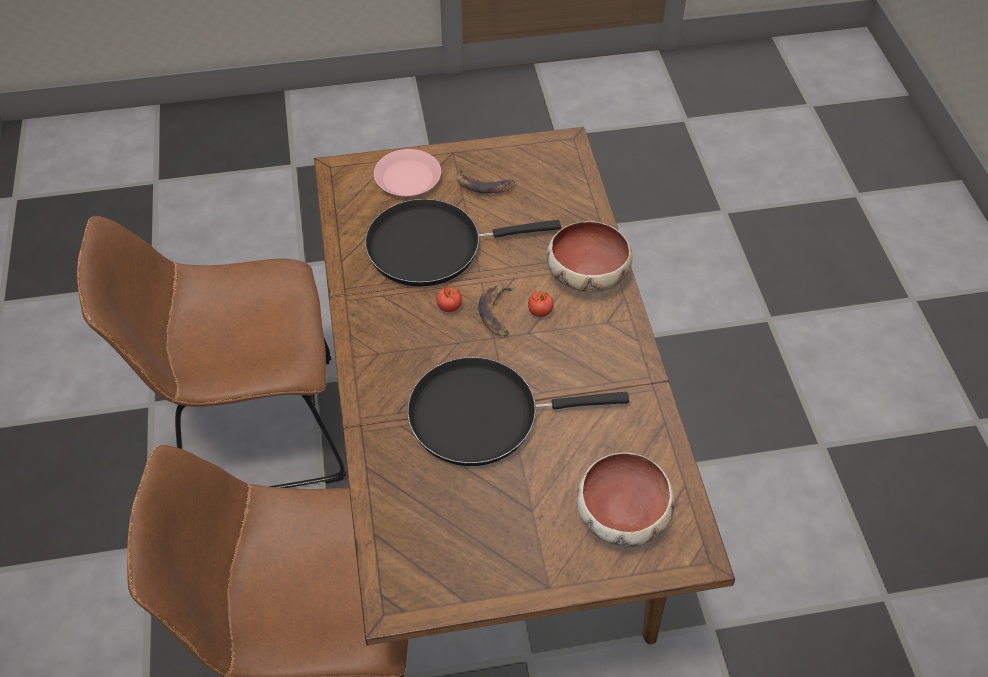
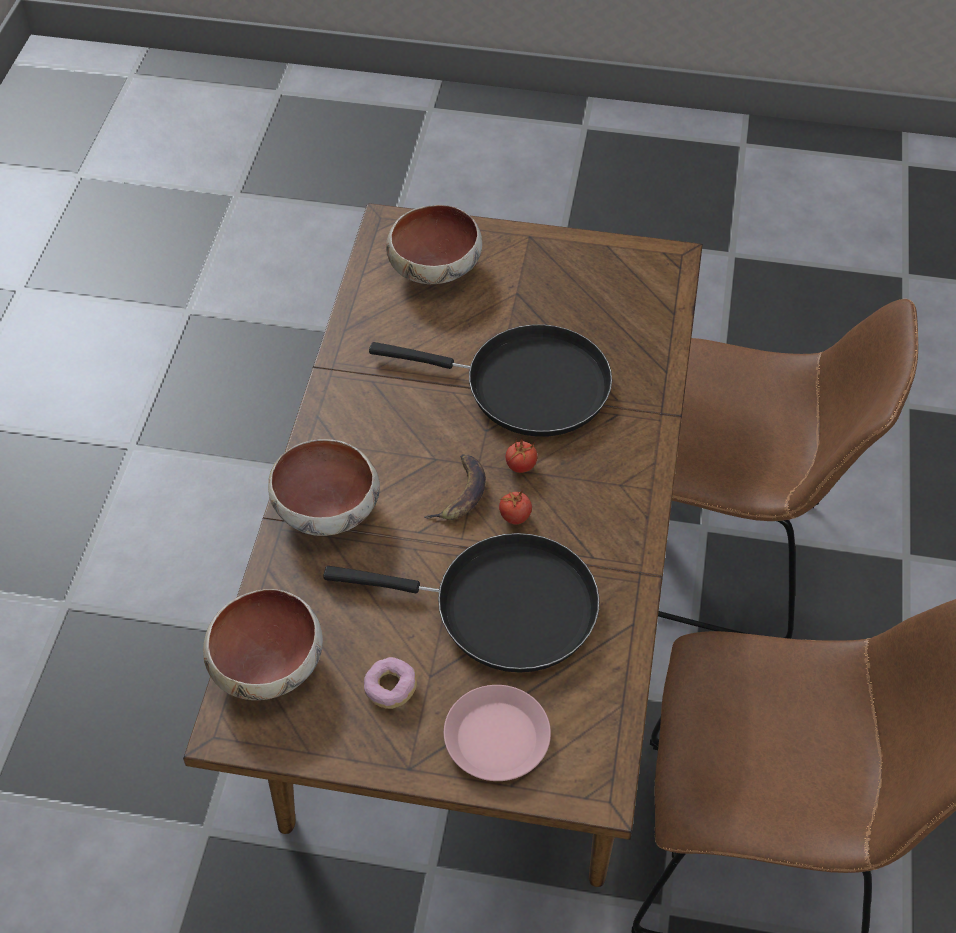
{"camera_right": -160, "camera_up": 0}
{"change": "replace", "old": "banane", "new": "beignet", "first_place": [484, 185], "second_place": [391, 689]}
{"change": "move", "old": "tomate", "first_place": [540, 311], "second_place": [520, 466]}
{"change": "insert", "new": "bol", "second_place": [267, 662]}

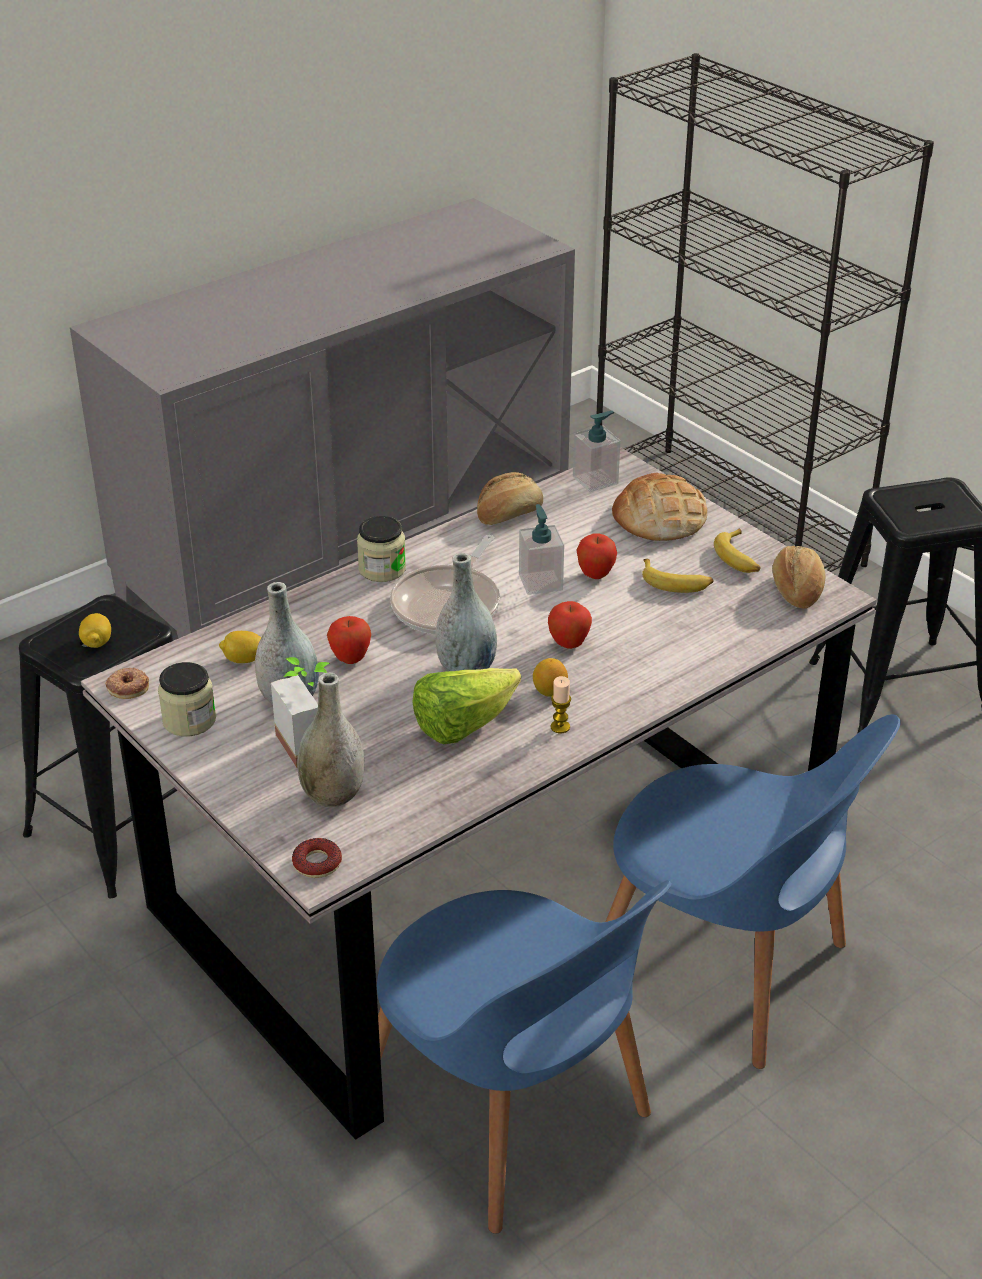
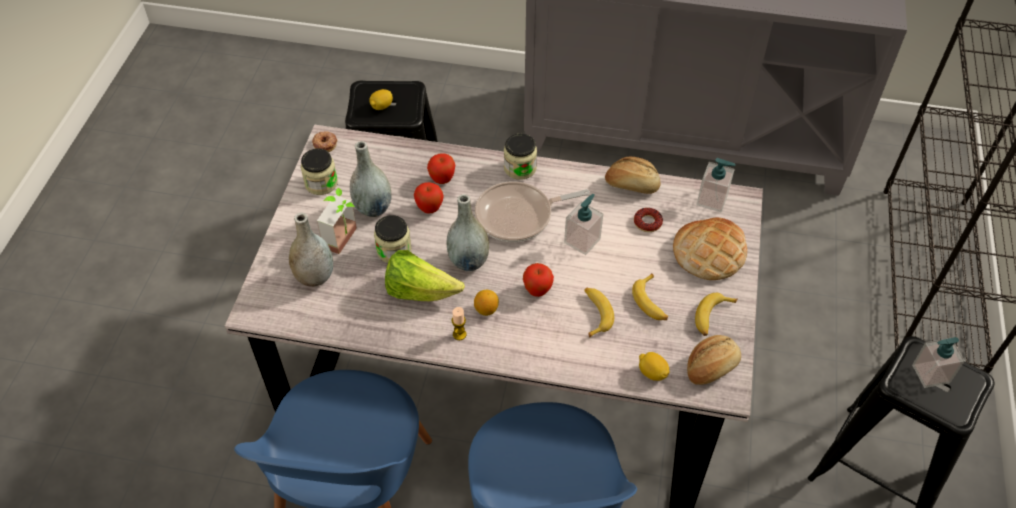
{"camera_right": 50, "camera_up": 15}
{"change": "move", "old": "pomme", "first_place": [595, 575], "second_place": [442, 180]}
{"change": "move", "old": "citron", "first_place": [243, 660], "second_place": [652, 373]}
{"change": "move", "old": "beignet", "first_place": [317, 863], "second_place": [647, 222]}
{"change": "insert", "new": "bocal", "second_place": [394, 250]}
{"change": "insert", "new": "banane", "second_place": [595, 313]}
{"change": "insert", "new": "distributeur de savon", "second_place": [930, 374]}

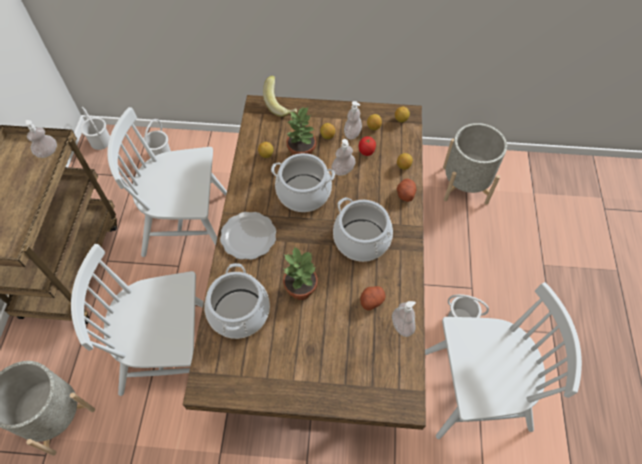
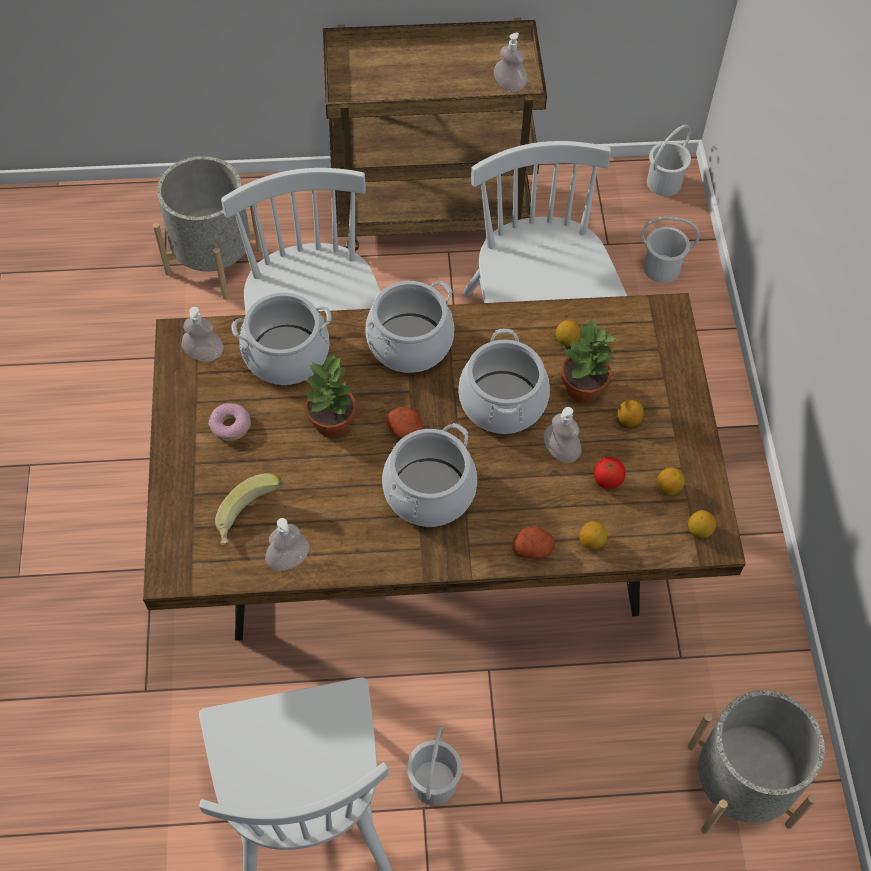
{"camera_right": 80, "camera_up": 0}
{"change": "move", "old": "banane", "first_place": [281, 105], "second_place": [249, 519]}
{"change": "move", "old": "distributeur de savon", "first_place": [352, 133], "second_place": [204, 354]}
{"change": "replace", "old": "assiette", "new": "marmite", "first_place": [247, 236], "second_place": [409, 343]}
{"change": "move", "old": "pomme de terre", "first_place": [371, 300], "second_place": [406, 430]}
{"change": "insert", "new": "beignet", "second_place": [230, 425]}

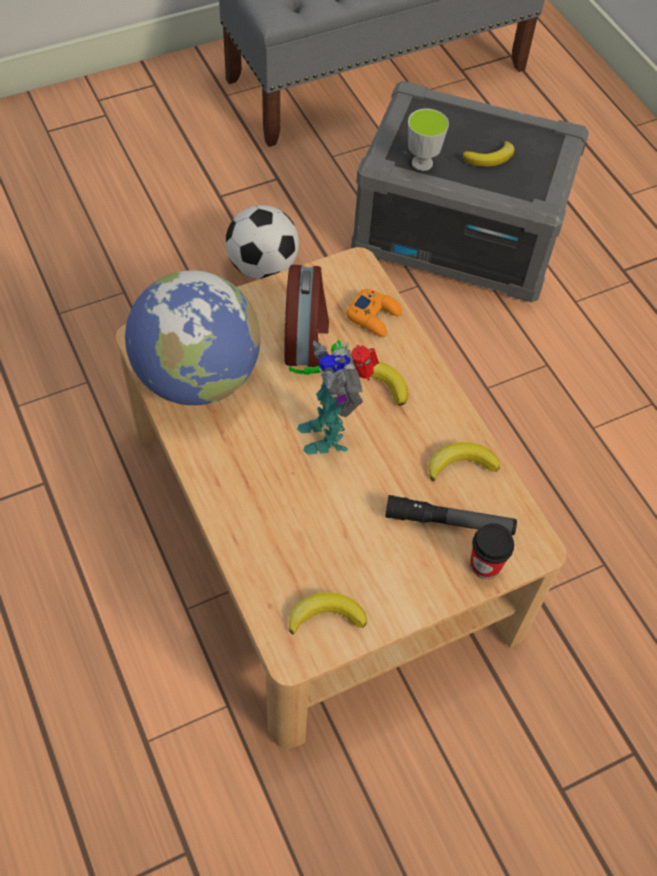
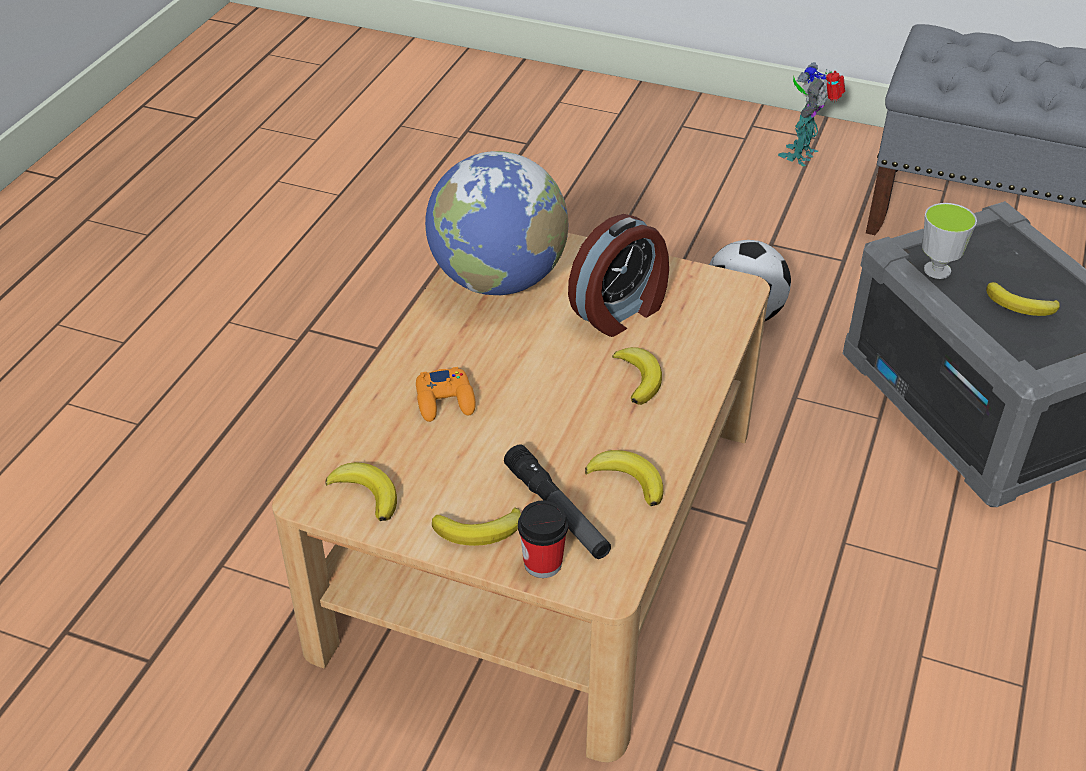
{"camera_right": 50, "camera_up": -15}
{"change": "move", "old": "manette/orange", "first_place": [374, 316], "second_place": [445, 400]}
{"change": "move", "old": "robot jouet", "first_place": [328, 432], "second_place": [803, 154]}
{"change": "insert", "new": "banane", "second_place": [479, 531]}

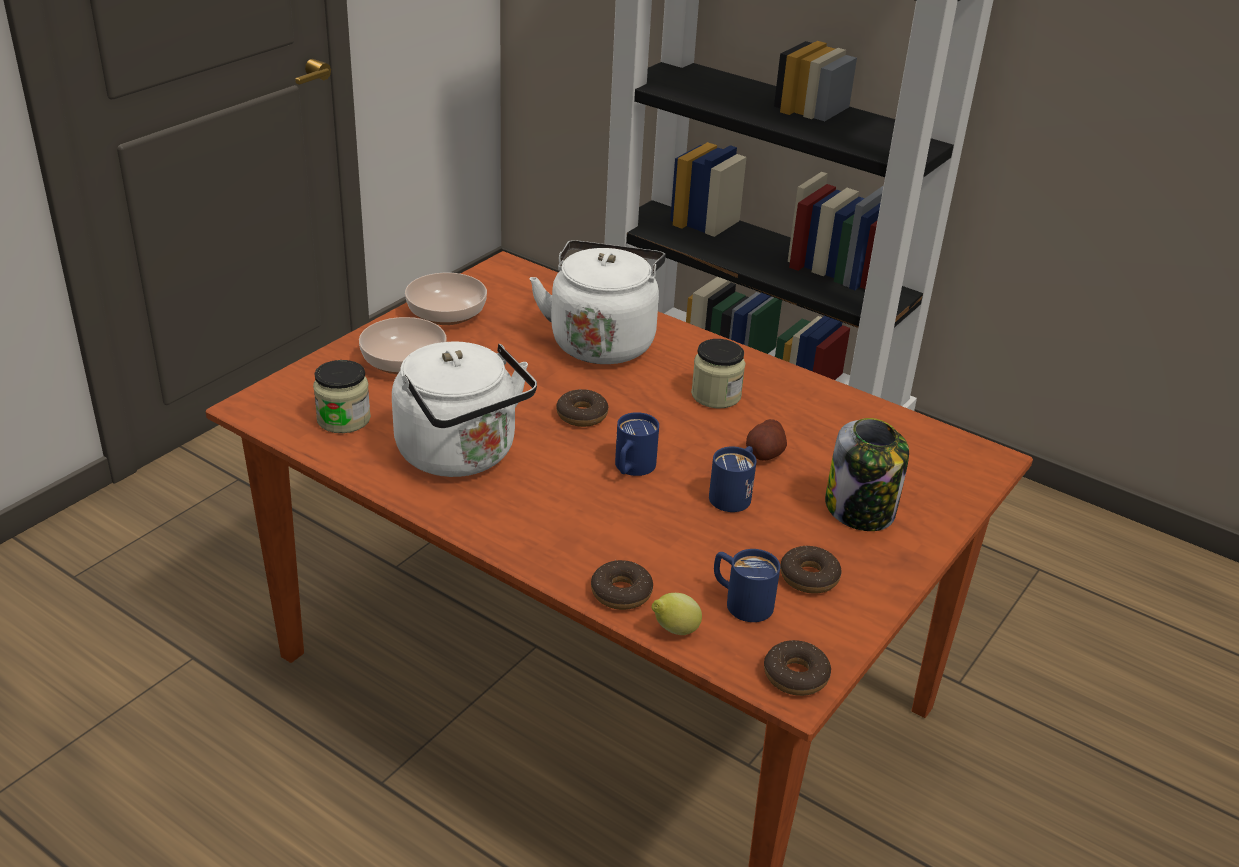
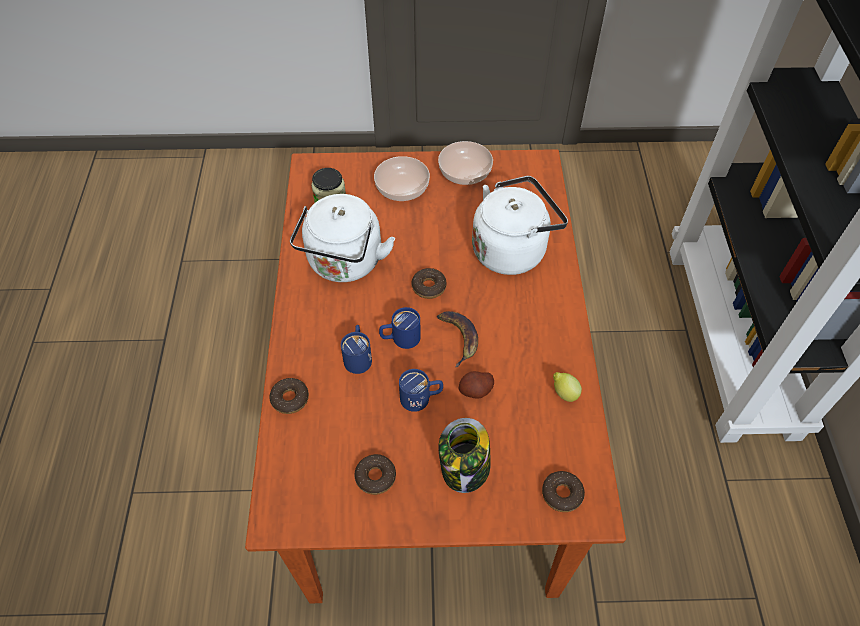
{"camera_right": 55, "camera_up": 20}
{"change": "delete", "old": "bocal", "first_place": [716, 395]}
{"change": "move", "old": "mug/bleu", "first_place": [740, 601], "second_place": [358, 356]}
{"change": "move", "old": "citron", "first_place": [674, 631], "second_place": [564, 393]}
{"change": "move", "old": "beignet", "first_place": [795, 676], "second_place": [562, 494]}
{"change": "insert", "new": "banane", "second_place": [459, 338]}

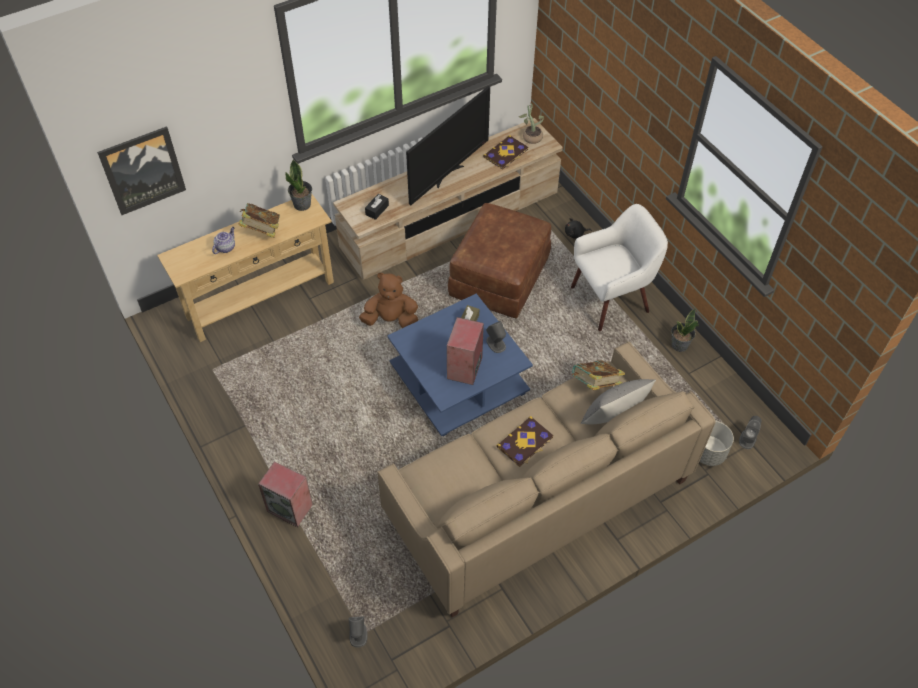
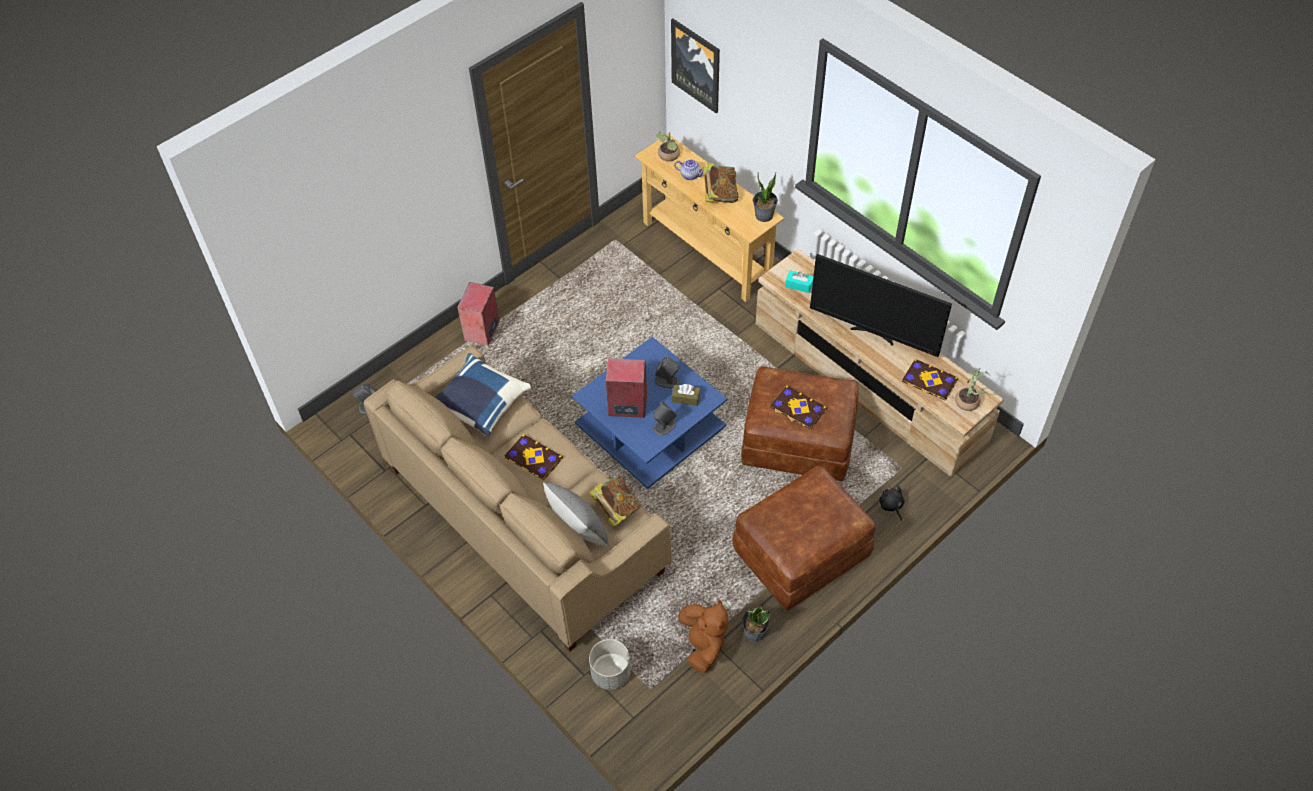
{"camera_right": 80, "camera_up": 0}
{"change": "recolor", "old": "boîte à mouchoirs/noir", "new": "boîte à mouchoirs/turquoise", "first_place": [377, 210], "second_place": [799, 285]}
{"change": "replace", "old": "fauteuil/blanc", "new": "pouf/marron", "first_place": [611, 300], "second_place": [801, 554]}
{"change": "move", "old": "peluche/marron", "first_place": [391, 320], "second_place": [703, 644]}
{"change": "move", "old": "enceinte/gris", "first_place": [747, 439], "second_place": [667, 381]}
{"change": "insert", "new": "plante en pot", "second_place": [668, 157]}
{"change": "insert", "new": "coussin/bleu", "second_place": [480, 404]}
{"change": "insert", "new": "livre", "second_place": [797, 409]}

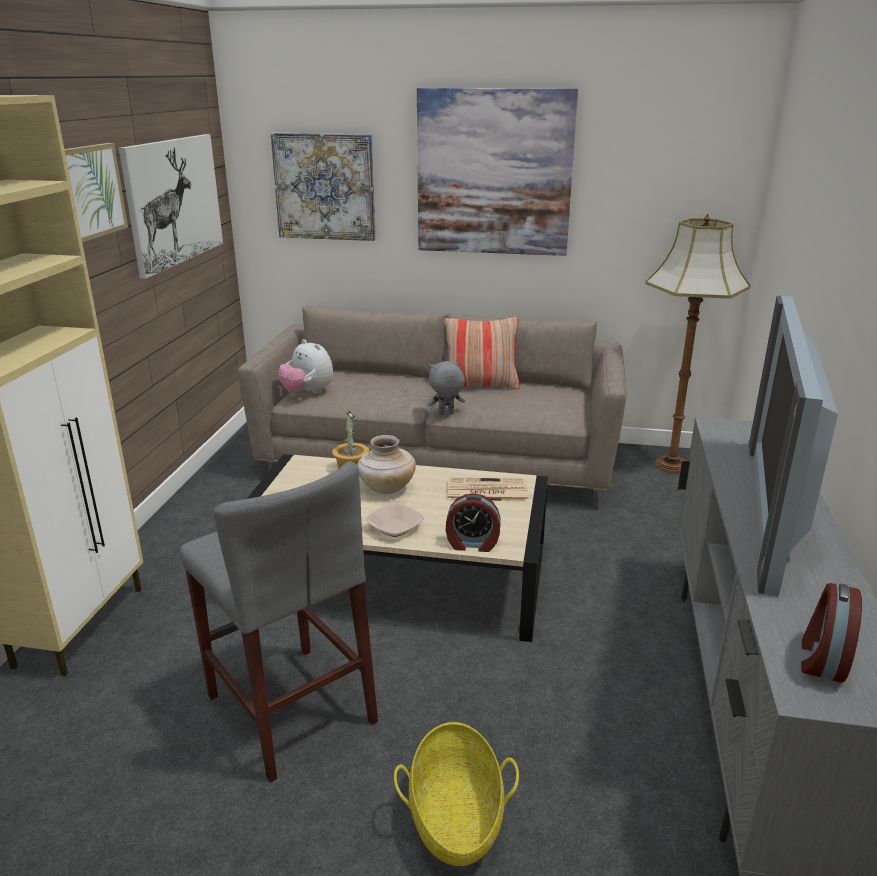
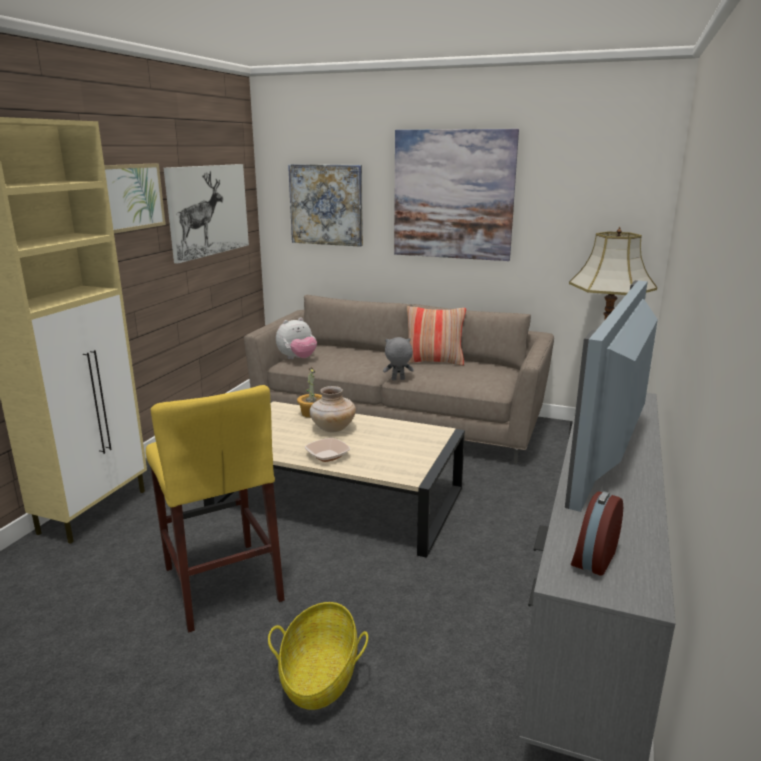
{"camera_right": 10, "camera_up": -5}
{"change": "rotate", "old": "peluche", "first_place": [307, 392], "second_place": [297, 359], "degrees": -90}
{"change": "recolor", "old": "tabouret/gris", "new": "tabouret/jaune", "first_place": [291, 708], "second_place": [222, 583]}
{"change": "delete", "old": "journal", "first_place": [486, 491]}
{"change": "delete", "old": "réveil", "first_place": [472, 544]}

